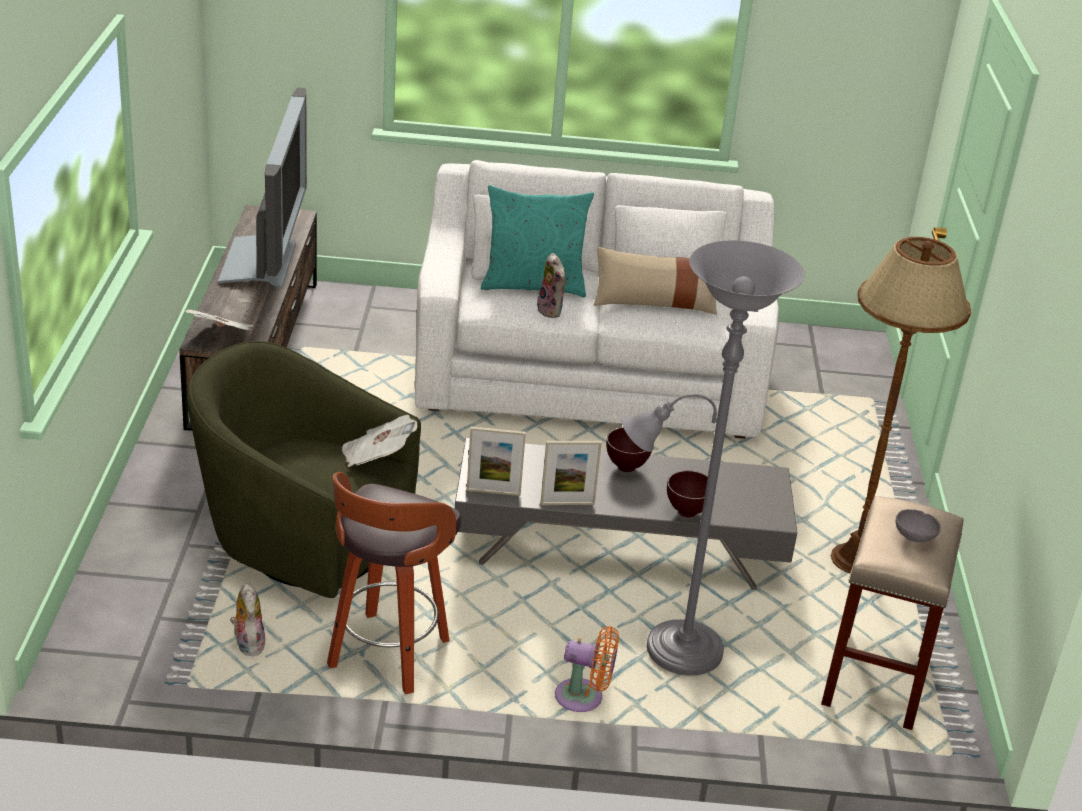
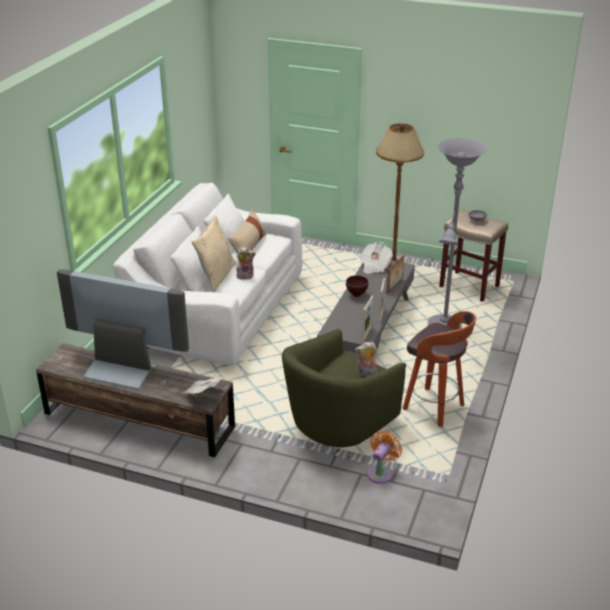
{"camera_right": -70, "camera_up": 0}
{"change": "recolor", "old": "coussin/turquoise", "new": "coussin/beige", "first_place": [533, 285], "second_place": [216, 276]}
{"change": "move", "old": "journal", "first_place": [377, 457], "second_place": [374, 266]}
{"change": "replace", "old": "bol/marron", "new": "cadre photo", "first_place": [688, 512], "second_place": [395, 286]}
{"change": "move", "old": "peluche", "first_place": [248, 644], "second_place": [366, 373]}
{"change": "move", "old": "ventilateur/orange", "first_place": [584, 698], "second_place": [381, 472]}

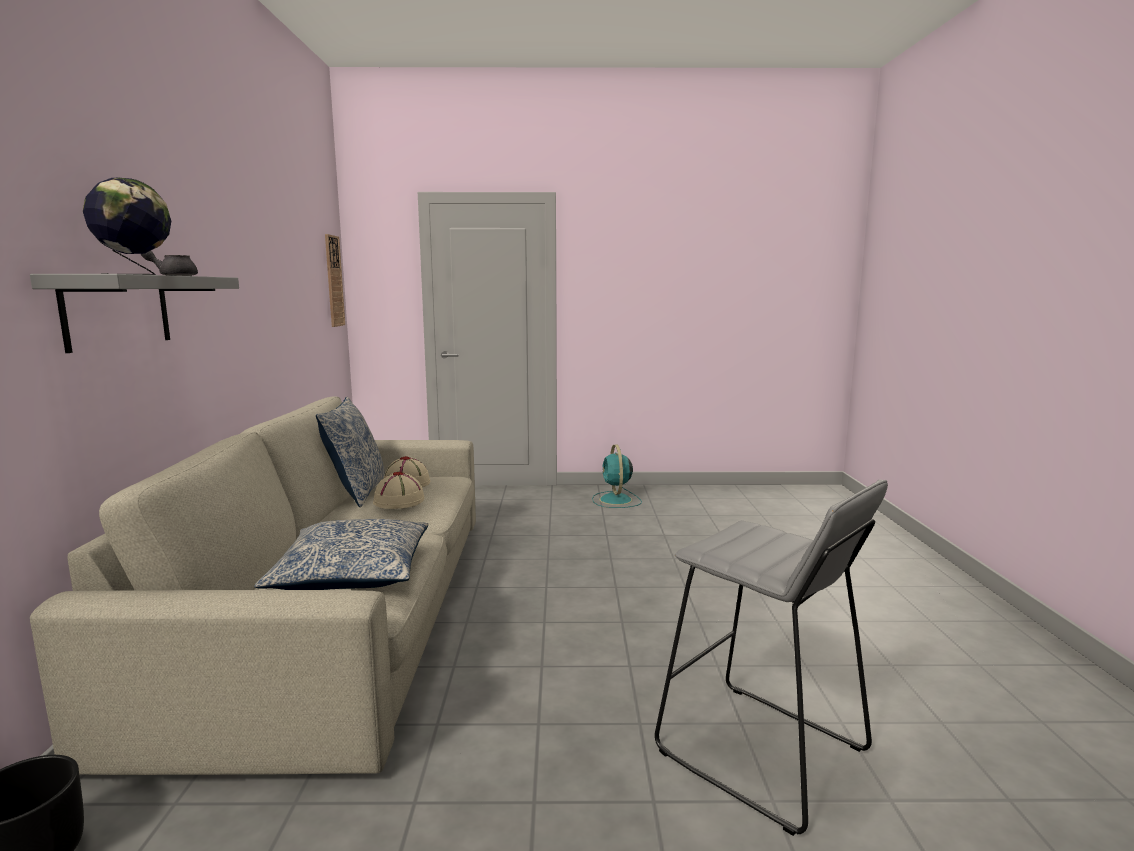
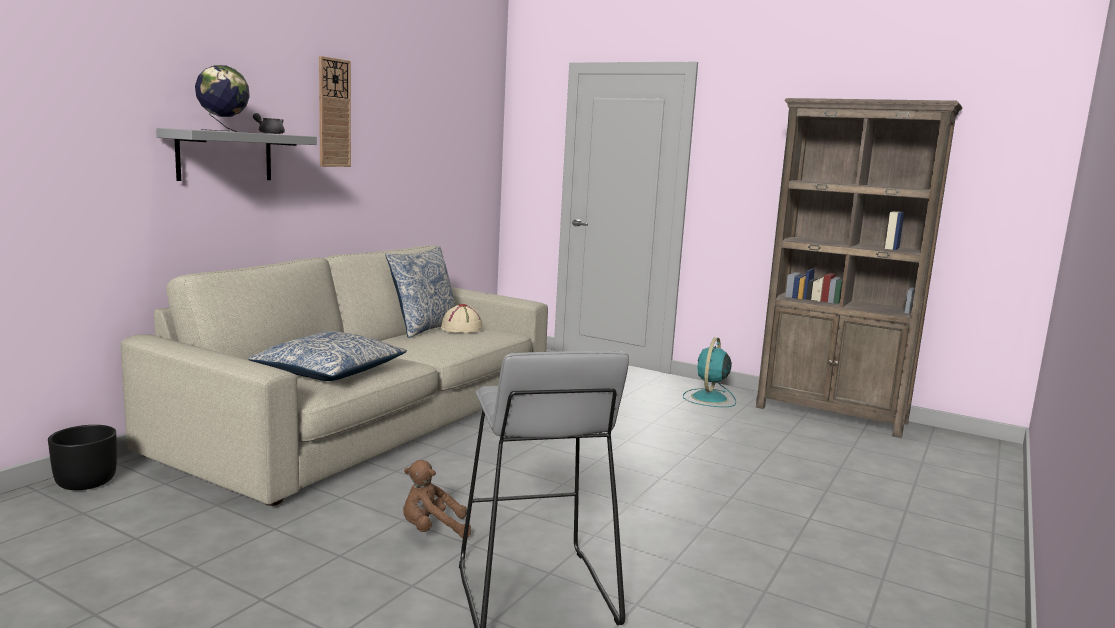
{"camera_right": 30, "camera_up": 0}
{"change": "move", "old": "horloge murale", "first_place": [334, 281], "second_place": [334, 113]}
{"change": "delete", "old": "chapeau/beige", "first_place": [399, 501]}
{"change": "insert", "new": "bibliothèque/marron", "second_place": [832, 415]}
{"change": "insert", "new": "peluche/marron", "second_place": [432, 530]}

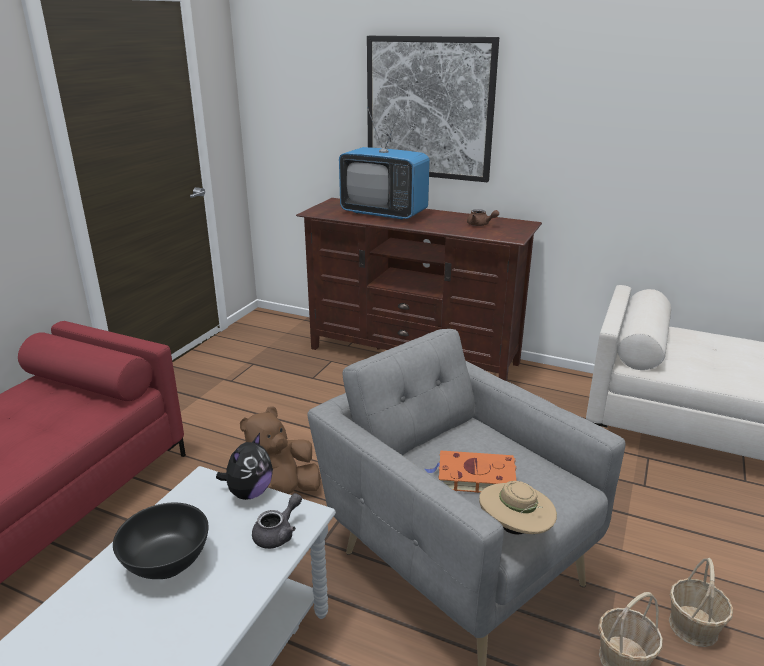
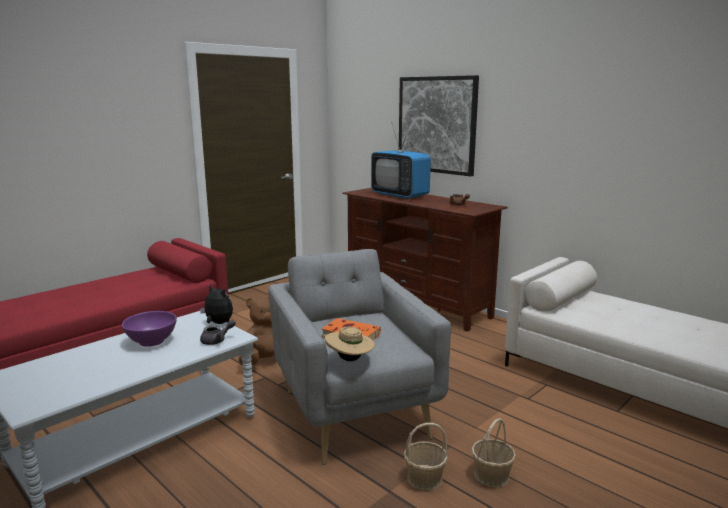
{"camera_right": 20, "camera_up": -10}
{"change": "rotate", "old": "peluche", "first_place": [249, 492], "second_place": [218, 323], "degrees": -105}
{"change": "recolor", "old": "bol/noir", "new": "bol/violet", "first_place": [168, 563], "second_place": [152, 341]}

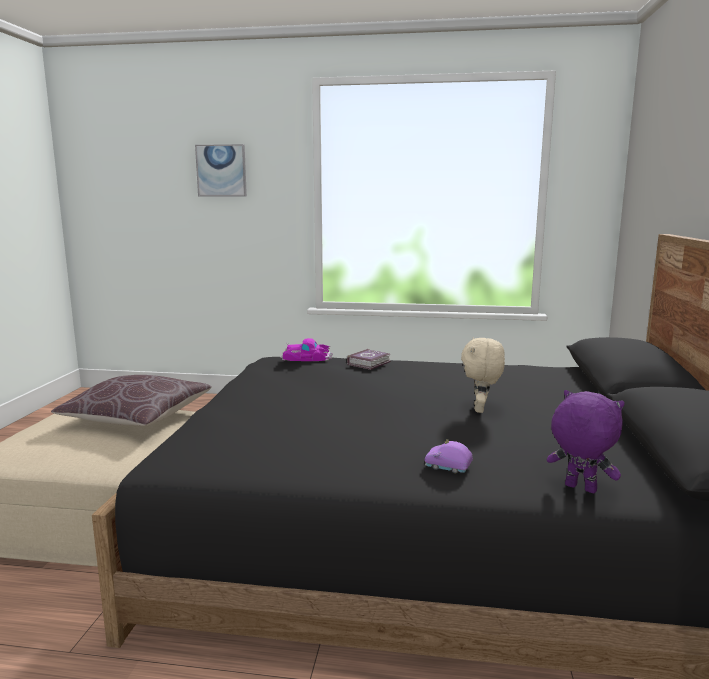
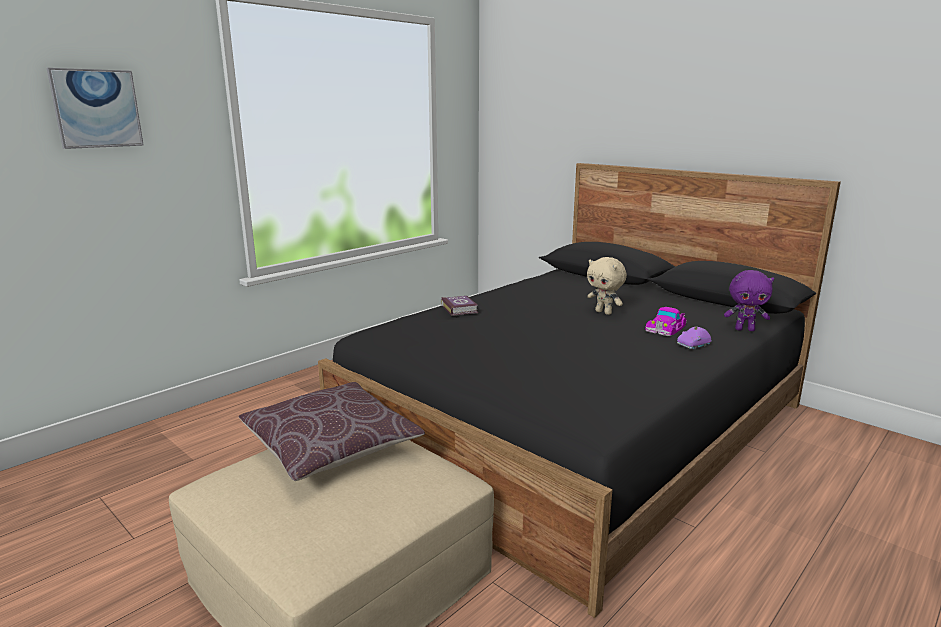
{"camera_right": -55, "camera_up": 5}
{"change": "move", "old": "petite voiture", "first_place": [306, 357], "second_place": [666, 327]}
{"change": "rotate", "old": "peluche/violet", "first_place": [579, 489], "second_place": [745, 329], "degrees": -150}

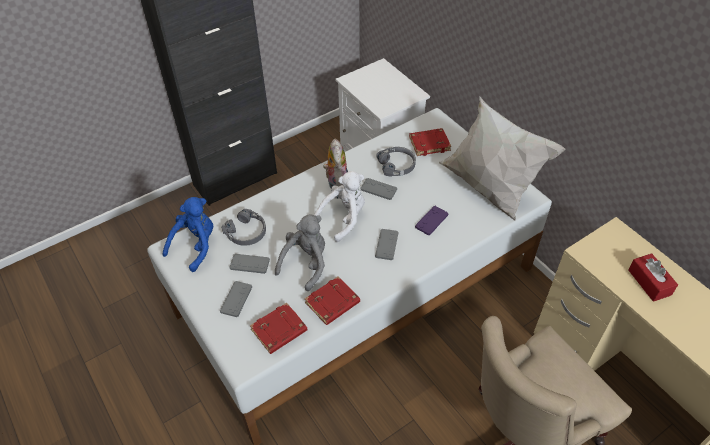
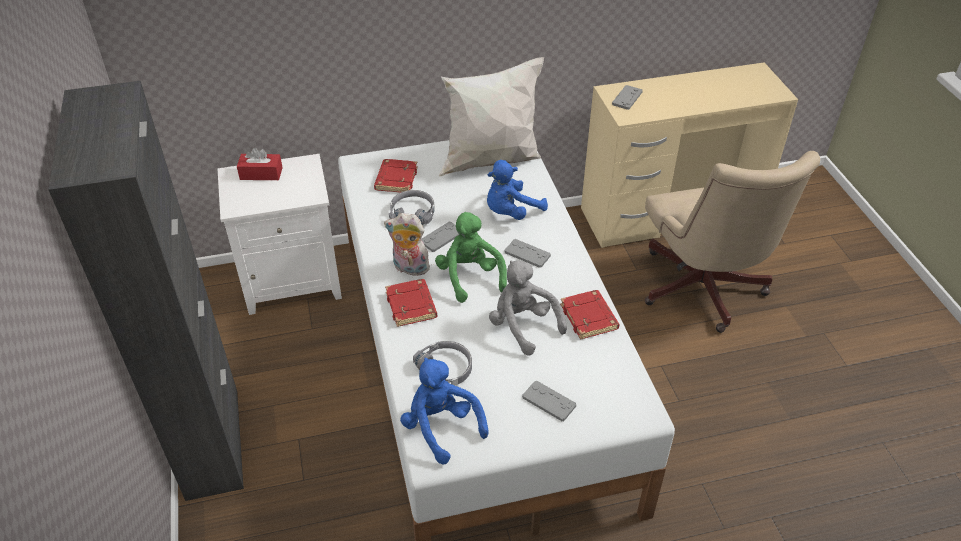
{"camera_right": -70, "camera_up": -5}
{"change": "recolor", "old": "peluche/blanc", "new": "peluche/vert", "first_place": [344, 218], "second_place": [470, 277]}
{"change": "replace", "old": "manette/violet", "new": "peluche/bleu", "first_place": [431, 221], "second_place": [511, 212]}
{"change": "move", "old": "boîte à mouchoirs/rouge", "first_place": [649, 282], "second_place": [261, 173]}
{"change": "move", "old": "manette/gris", "first_place": [249, 264], "second_place": [627, 98]}
{"change": "move", "old": "livre/rouge", "first_place": [279, 331], "second_place": [412, 306]}

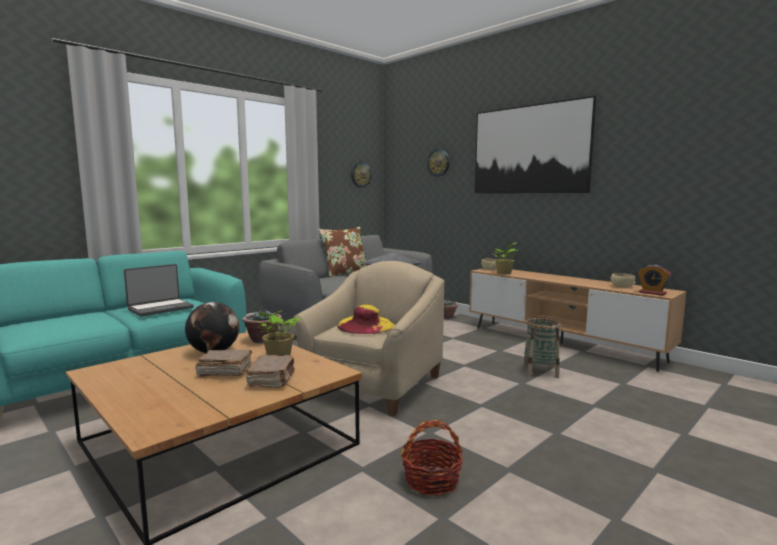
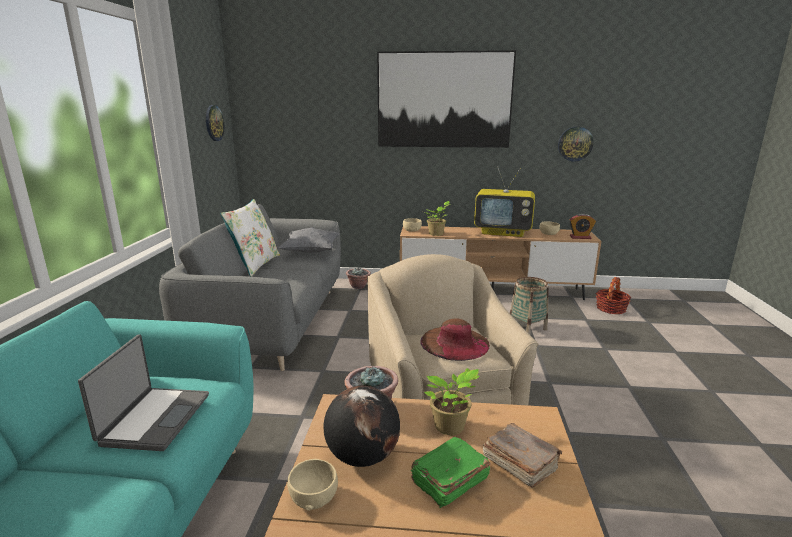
{"camera_right": -40, "camera_up": 10}
{"change": "move", "old": "horloge murale", "first_place": [438, 162], "second_place": [575, 144]}
{"change": "recolor", "old": "coussin/marron", "new": "coussin/blanc", "first_place": [345, 273], "second_place": [255, 264]}
{"change": "recolor", "old": "chapeau/jaune", "new": "chapeau/marron", "first_place": [365, 325], "second_place": [454, 343]}
{"change": "recolor", "old": "livre/marron", "new": "livre/vert", "first_place": [224, 372], "second_place": [448, 481]}
{"change": "move", "old": "panier", "first_place": [431, 480], "second_place": [611, 309]}
{"change": "insert", "new": "téléviseur", "second_place": [503, 232]}
{"change": "insert", "new": "bol/beige", "second_place": [313, 497]}

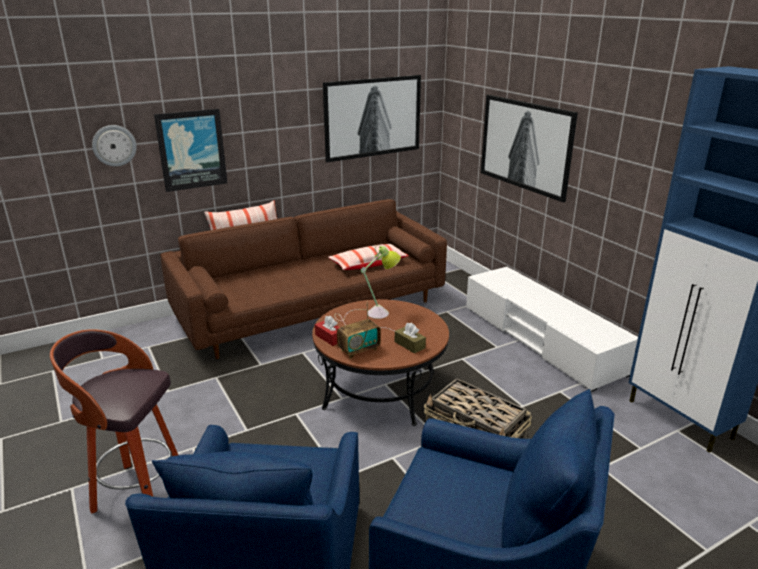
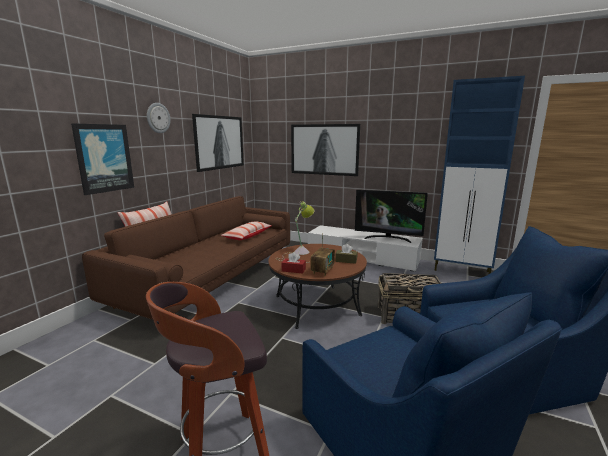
{"camera_right": -35, "camera_up": -10}
{"change": "move", "old": "horloge murale", "first_place": [114, 145], "second_place": [158, 118]}
{"change": "insert", "new": "téléviseur", "second_place": [387, 238]}

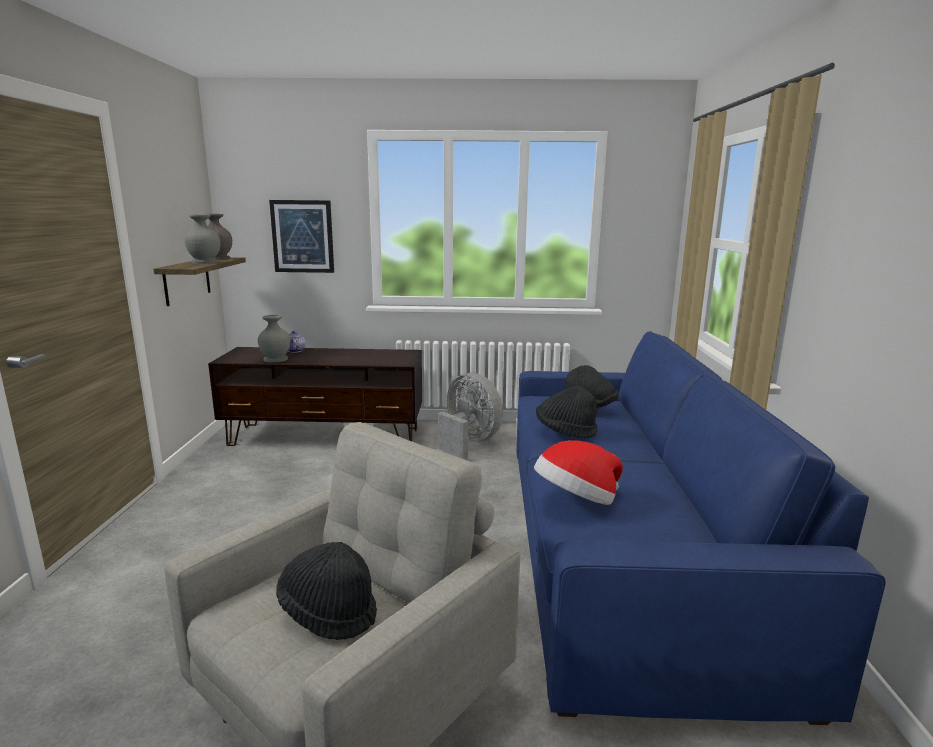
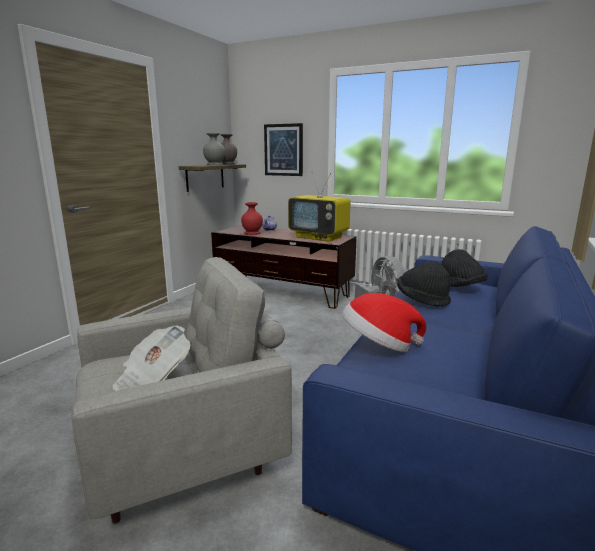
{"camera_right": 25, "camera_up": 0}
{"change": "recolor", "old": "vase/gris", "new": "vase/rouge", "first_place": [276, 359], "second_place": [252, 233]}
{"change": "replace", "old": "chapeau/noir", "new": "journal", "first_place": [329, 611], "second_place": [153, 377]}
{"change": "insert", "new": "téléviseur", "second_place": [319, 237]}

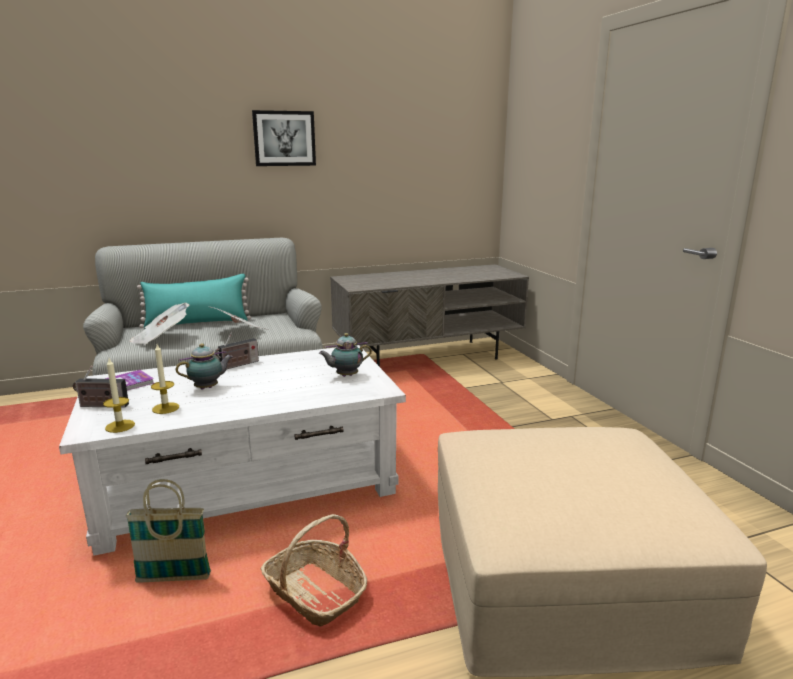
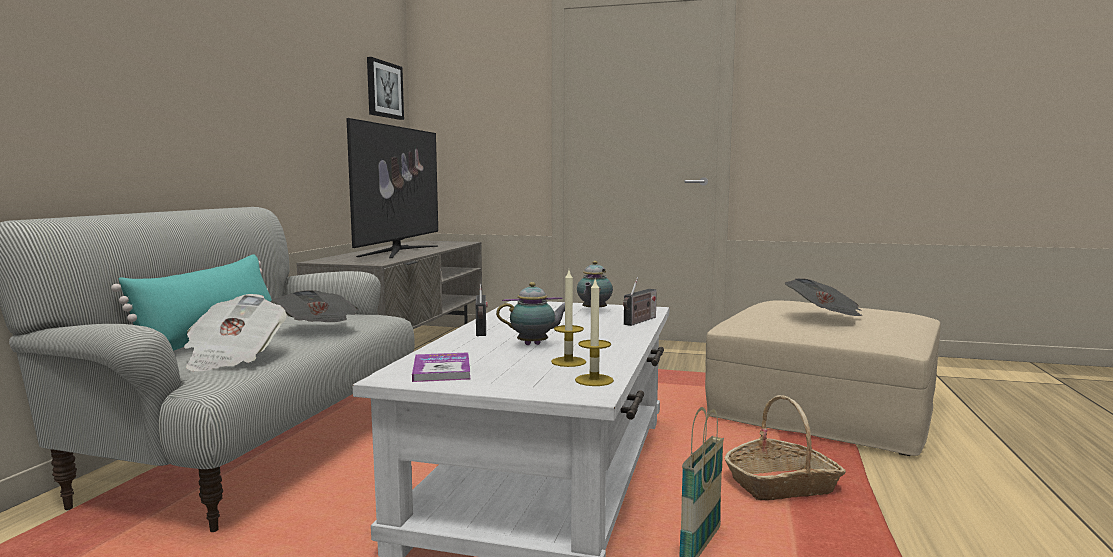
{"camera_right": -55, "camera_up": -10}
{"change": "move", "old": "tableau", "first_place": [284, 138], "second_place": [384, 89]}
{"change": "rotate", "old": "théière", "first_place": [208, 388], "second_place": [535, 345], "degrees": 75}
{"change": "move", "old": "radio", "first_place": [101, 405], "second_place": [639, 321]}
{"change": "insert", "new": "téléviseur", "second_place": [399, 251]}
{"change": "insert", "new": "journal", "second_place": [825, 318]}

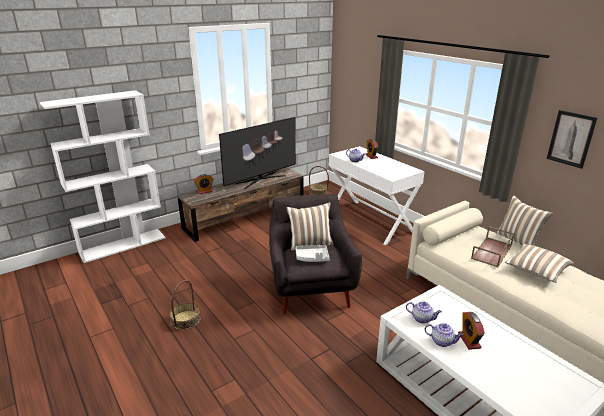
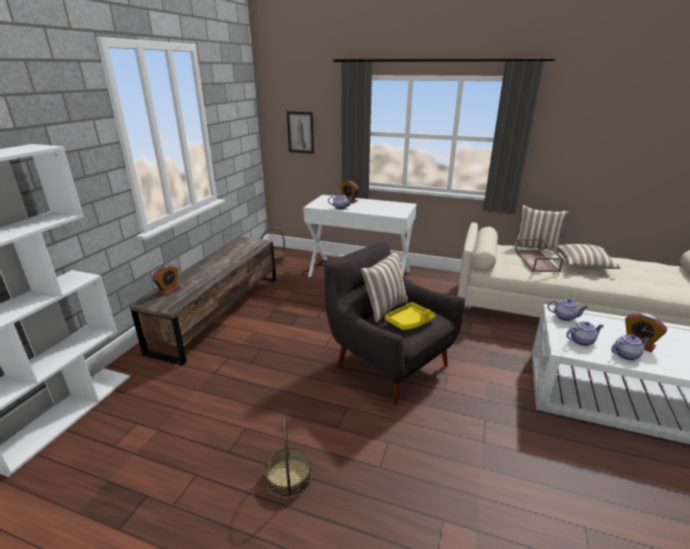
{"camera_right": -35, "camera_up": 0}
{"change": "move", "old": "tableau", "first_place": [571, 139], "second_place": [300, 132]}
{"change": "delete", "old": "téléviseur", "first_place": [260, 179]}
{"change": "recolor", "old": "plateau/gris", "new": "plateau/jaune", "first_place": [312, 257], "second_place": [409, 322]}
{"change": "insert", "new": "théière", "second_place": [565, 317]}

